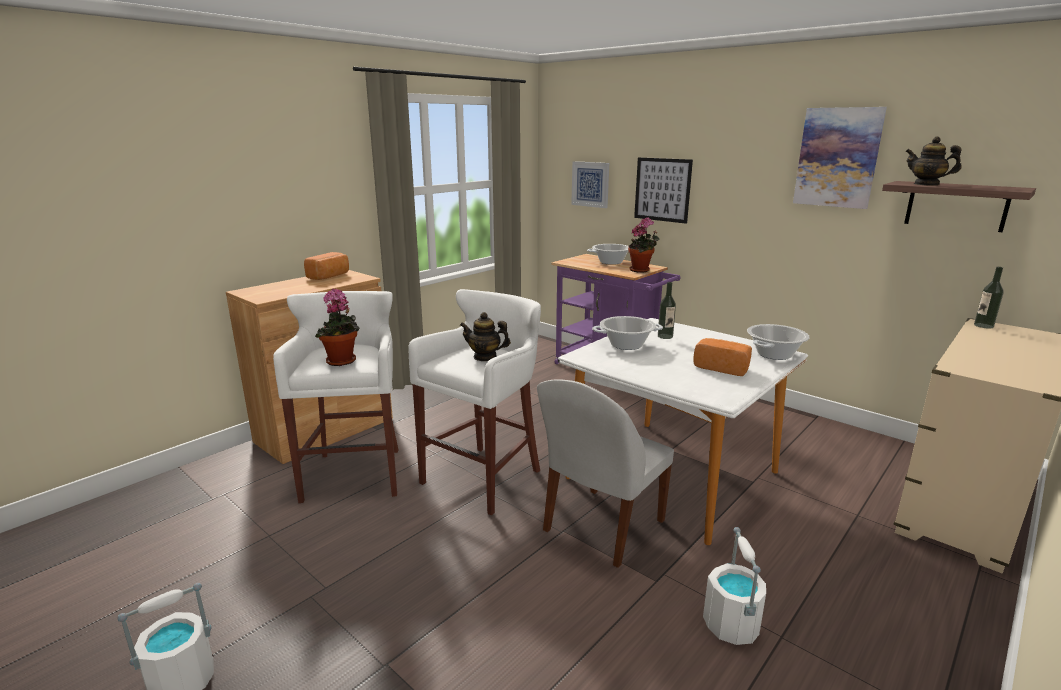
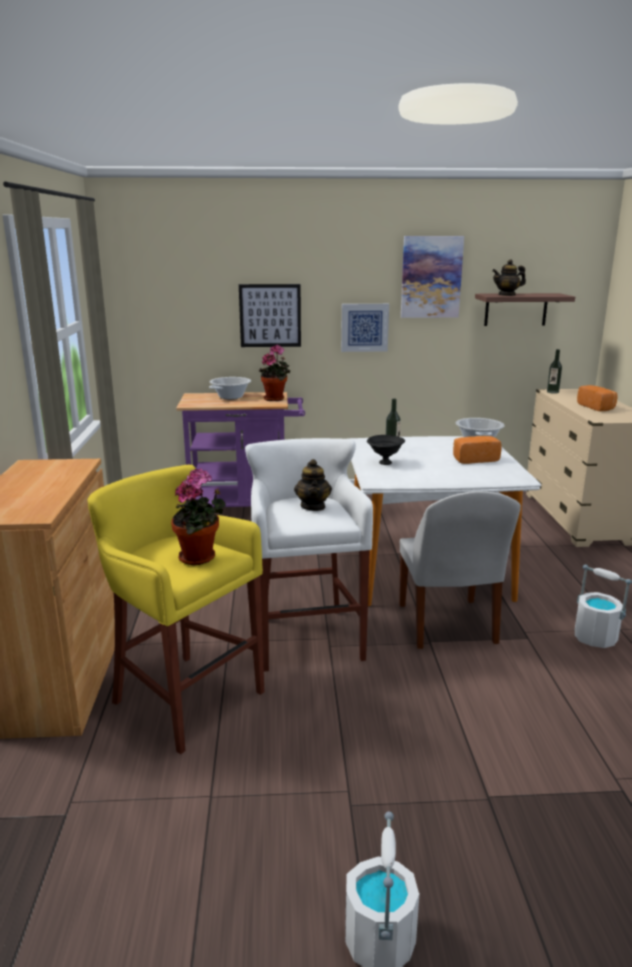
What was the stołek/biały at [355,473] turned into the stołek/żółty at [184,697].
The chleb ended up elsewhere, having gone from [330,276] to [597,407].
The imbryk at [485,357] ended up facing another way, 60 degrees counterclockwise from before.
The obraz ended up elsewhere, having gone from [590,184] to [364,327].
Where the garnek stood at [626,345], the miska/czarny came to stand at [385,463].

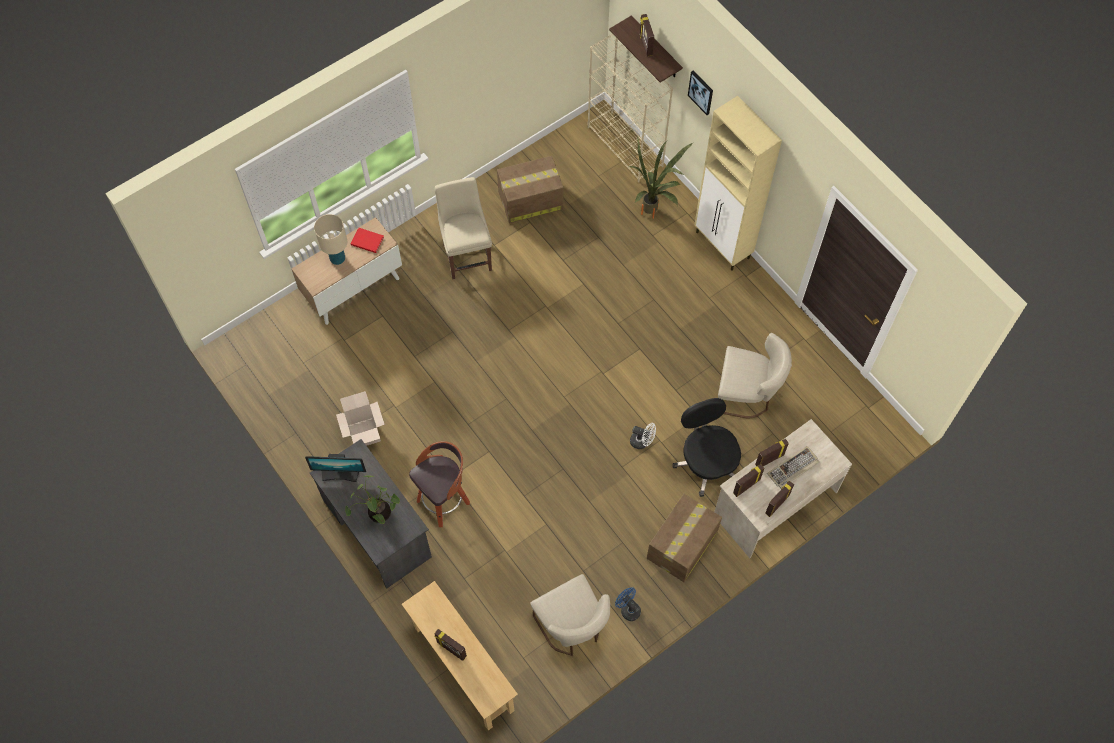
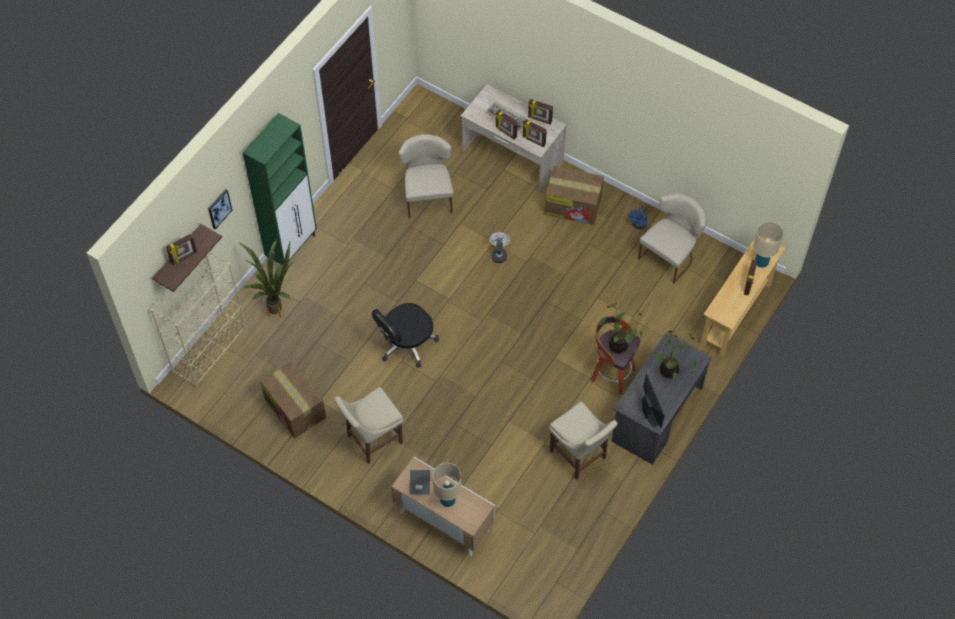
Where the karton stood at [364,433], the krzesło/beżowy came to stand at [579,457].
What was the książka/czerwony at [367,240] turned into the książka/szary at [419,483].
The krzesło biurowe/czarny ended up elsewhere, having gone from [706,462] to [406,344].
What was the szafka/beżowy at [723,246] turned into the szafka/zielony at [292,248].
The second view gained the roślina doniczkowa at [619,344].
The second view gained the lampa stołowa/beżowy at [761,262].

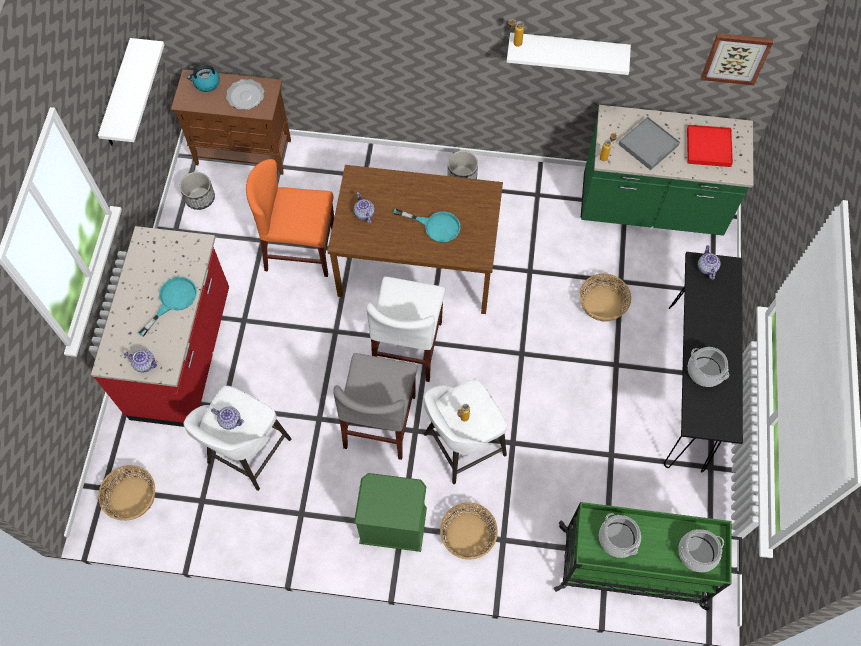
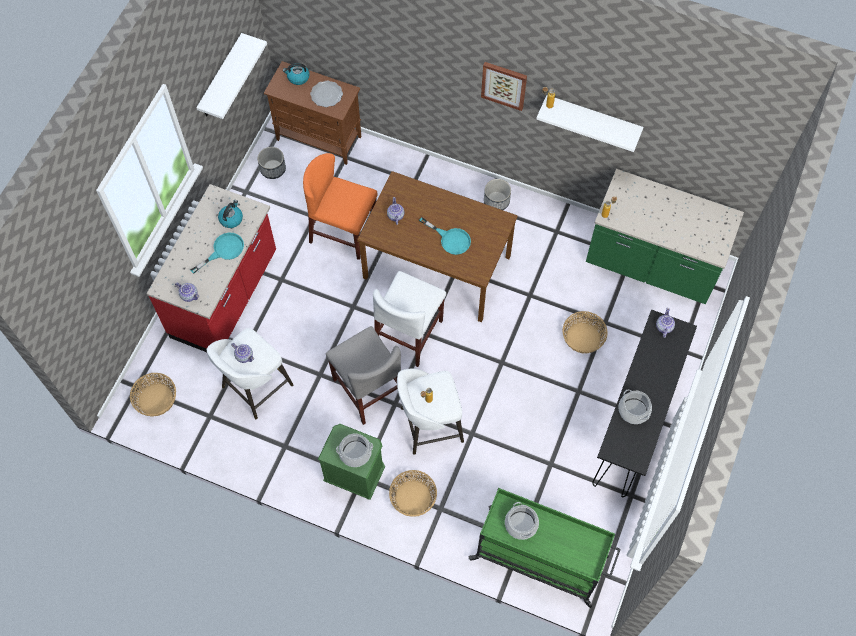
The krzesło/szary at [380,421] ended up facing another way, 60 degrees counterclockwise from before.
The second view lost the taca/szary at [648,145].
The garnek ended up elsewhere, having gone from [697,553] to [355,453].
The second view lost the taca/czerwony at [708,147].
The obraz ended up elsewhere, having gone from [736,57] to [504,85].
The second view gained the czajnik at [231,219].

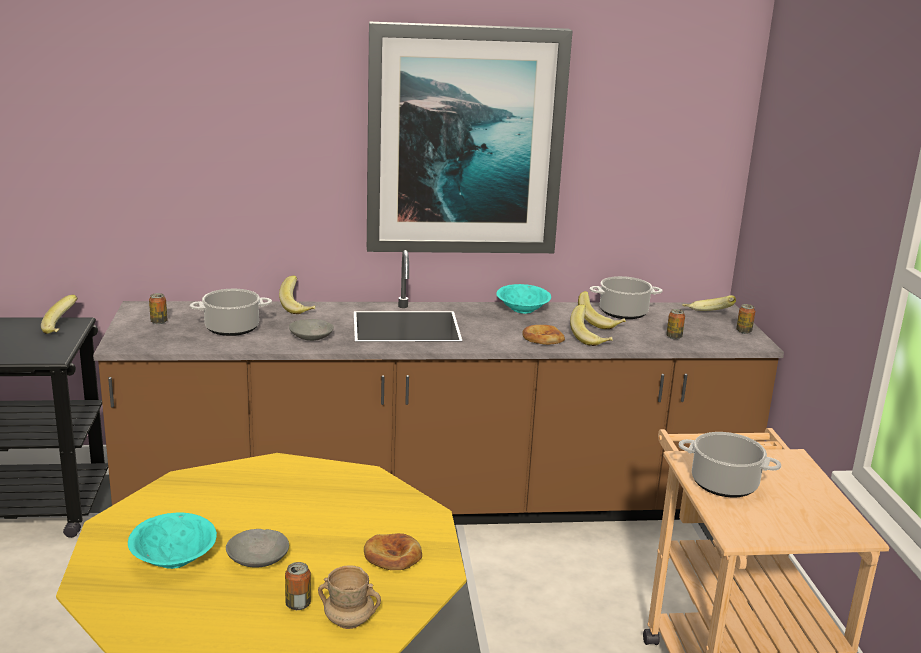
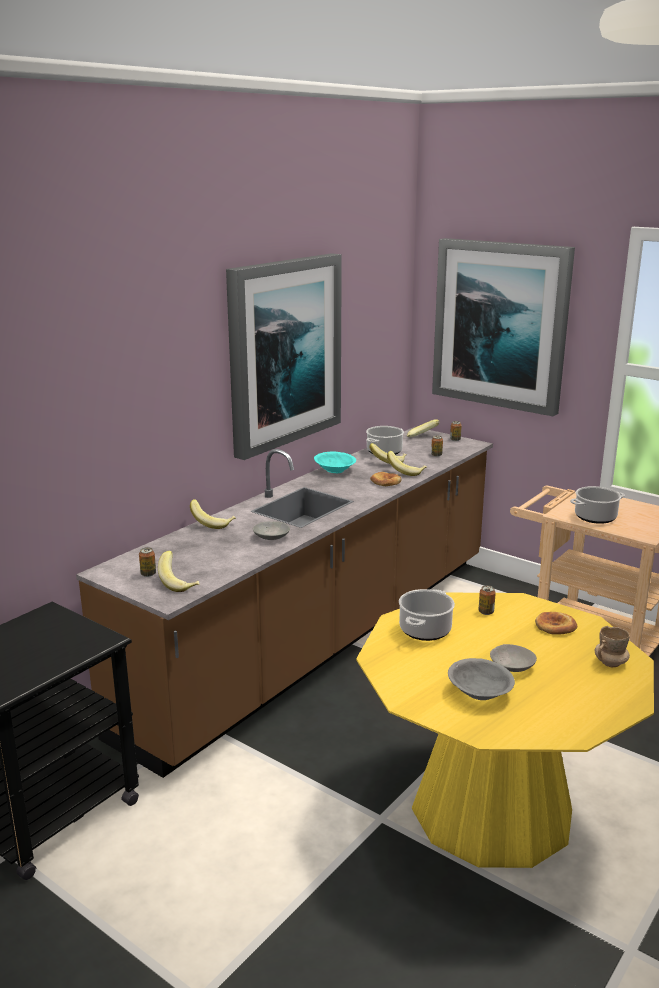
The banan ended up elsewhere, having gone from [63,328] to [180,583].
What was the miska/turkusowy at [174,558] turned into the miska/szary at [479,692].
The garnek ended up elsewhere, having gone from [231,328] to [425,630].
The puszka ended up elsewhere, having gone from [298,604] to [486,612].
The second view gained the obraz at [501,325].

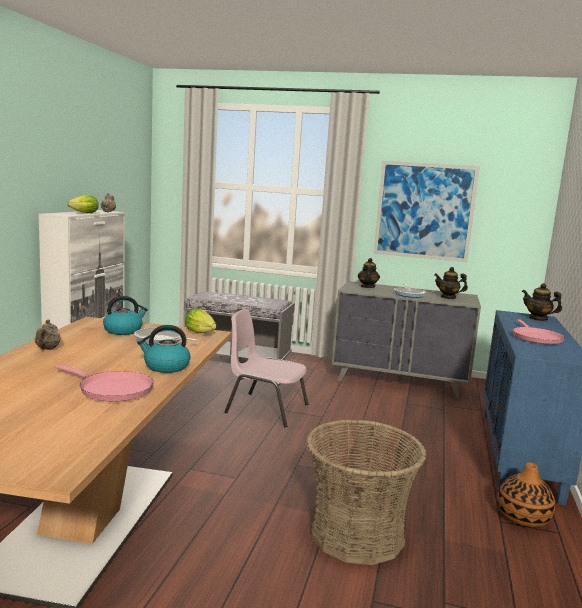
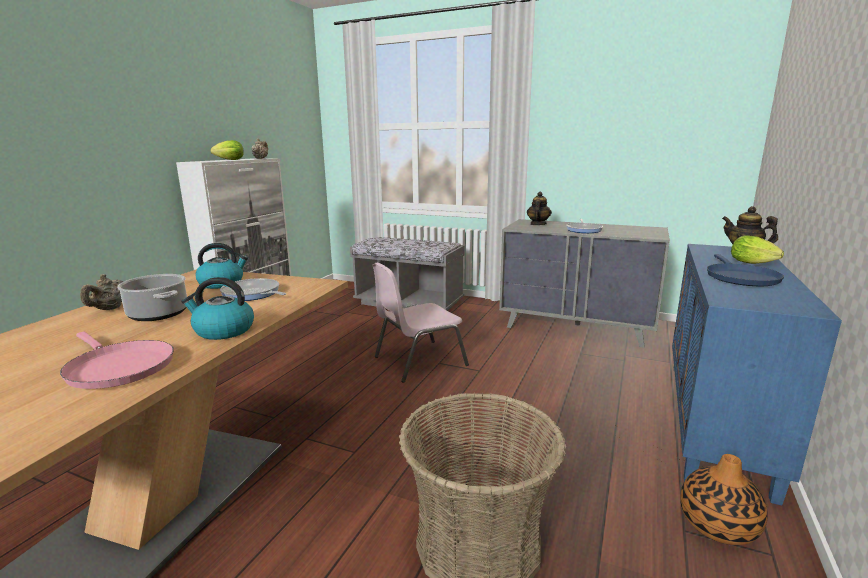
The sałata ended up elsewhere, having gone from [201,333] to [754,264].
The krzesło/różowy at [265,408] ended up facing another way, 60 degrees counterclockwise from before.
The second view lost the obraz at [424,211].
The second view lost the imbryk at [448,297].
What was the patelnia/różowy at [535,337] turned into the patelnia/niebieski at [740,277].
The second view gained the garnek at [159,314].

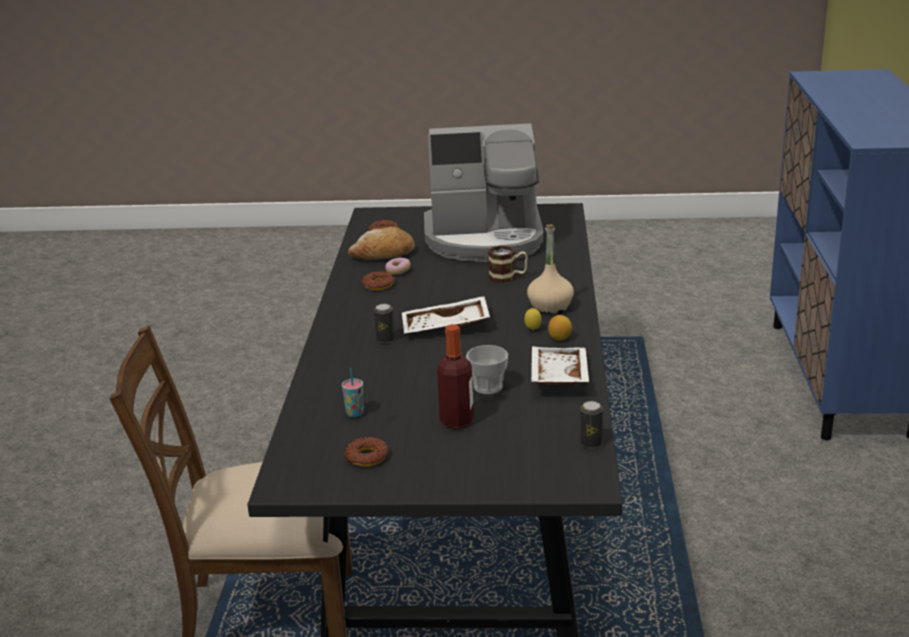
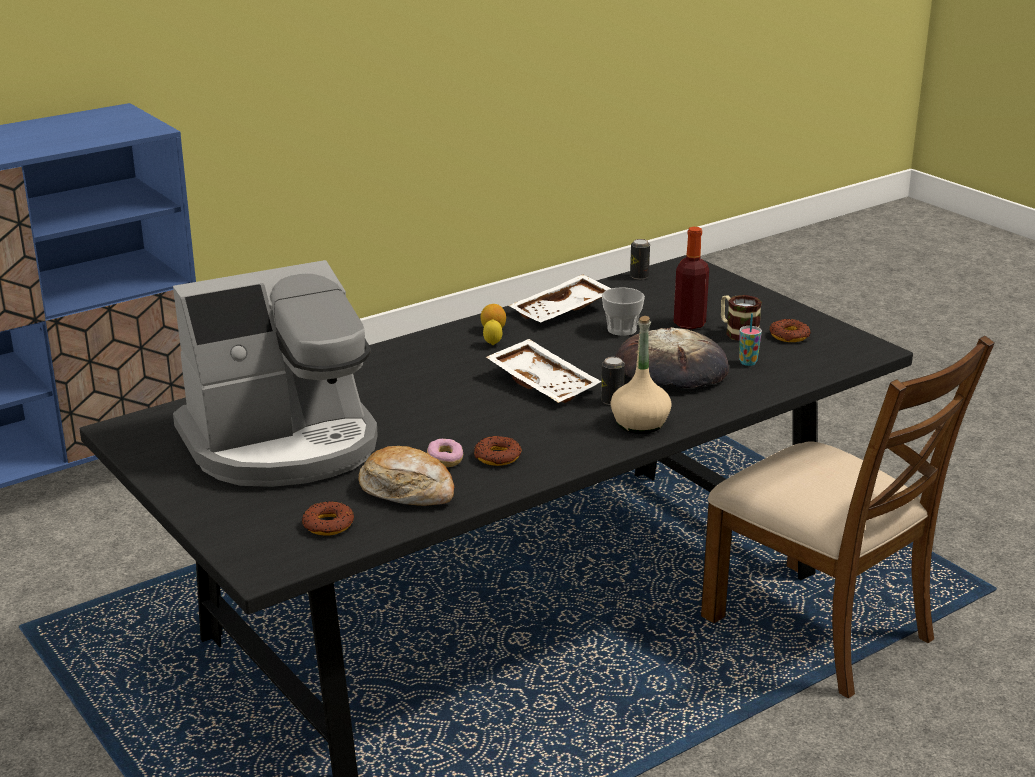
The ekspres do kawy at [485,239] ended up facing another way, 105 degrees clockwise from before.
The kubek ended up elsewhere, having gone from [508,277] to [737,332].
The butelka/beżowy ended up elsewhere, having gone from [550,307] to [640,424].
The second view gained the chleb at [671,370].

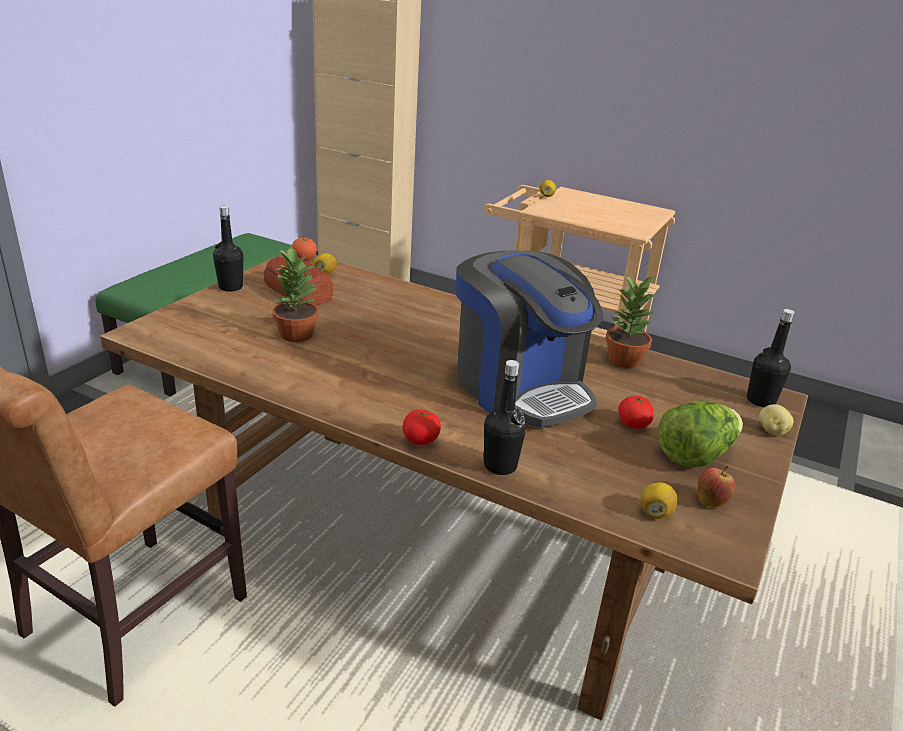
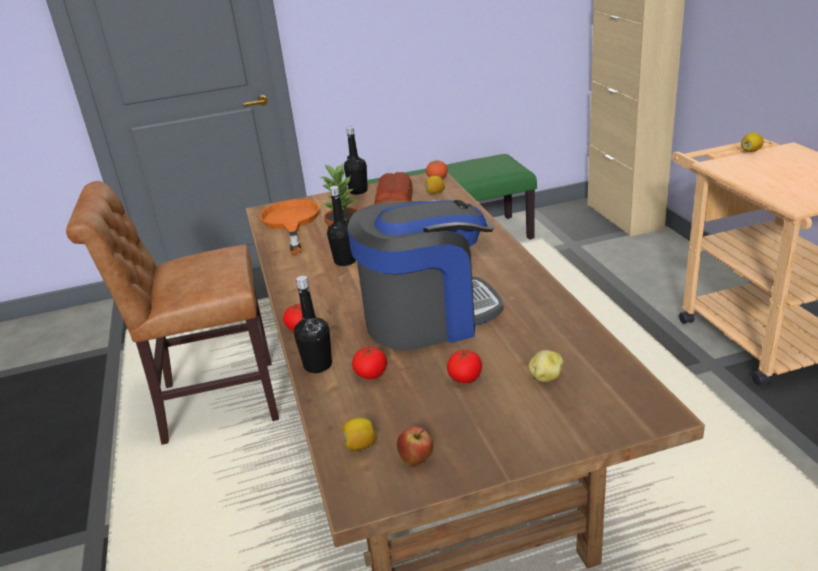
The ekspres do kawy at [520,387] ended up facing another way, 120 degrees counterclockwise from before.
The second view lost the roślina doniczkowa at [625,361].
The second view lost the sałata at [695,455].
The butelka/czarny ended up elsewhere, having gone from [760,400] to [345,261].
The ziemniak ended up elsewhere, having gone from [771,431] to [545,377].
The second view gained the patelnia/pomarańczowy at [291,222].
The second view gained the pomidor at [371,374].

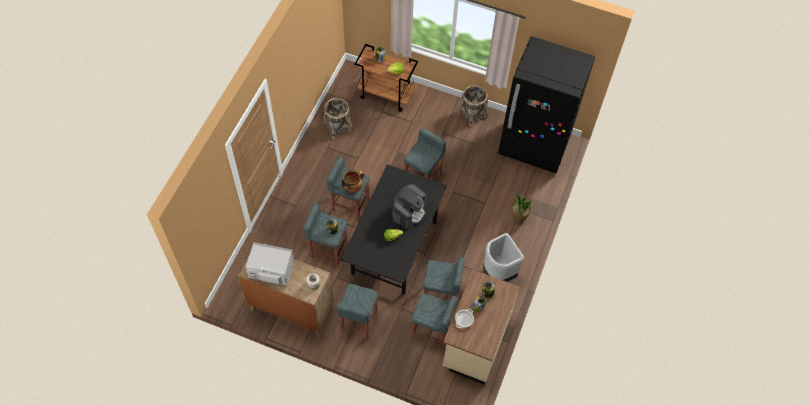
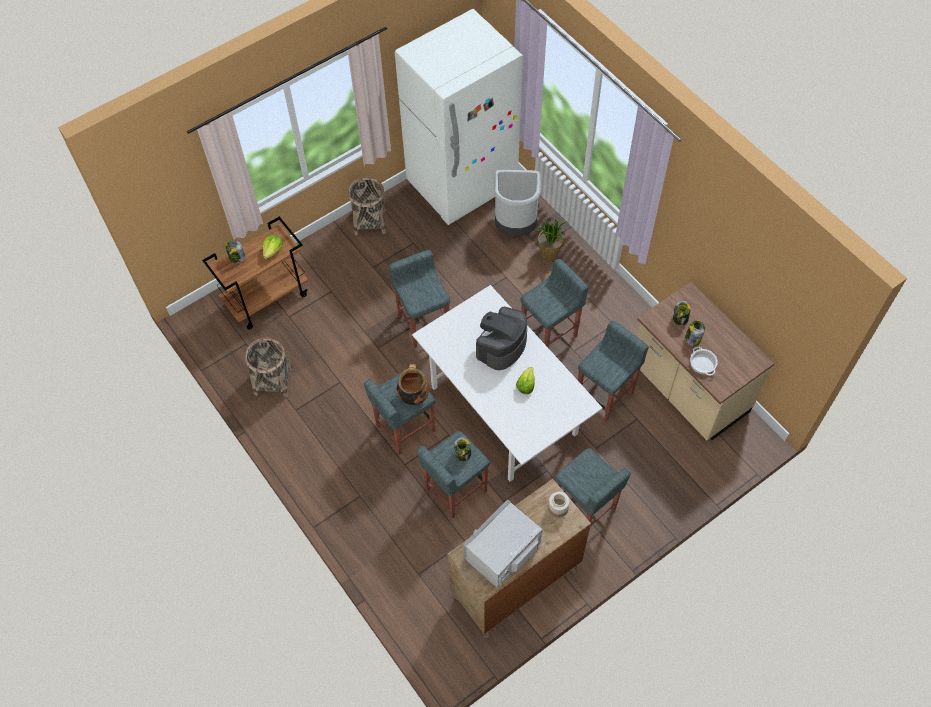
What was the stół jadalny/czarny at [394,247] turned into the stół jadalny/biały at [502,410].
The ekspres do kawy at [409,211] ended up facing another way, 120 degrees counterclockwise from before.
The stołek/szary ended up elsewhere, having gone from [431,331] to [550,334].
The kosz na śmieci/szary ended up elsewhere, having gone from [498,273] to [515,227].
What was the lodówka/czarny at [534,146] turned into the lodówka/biały at [462,184].

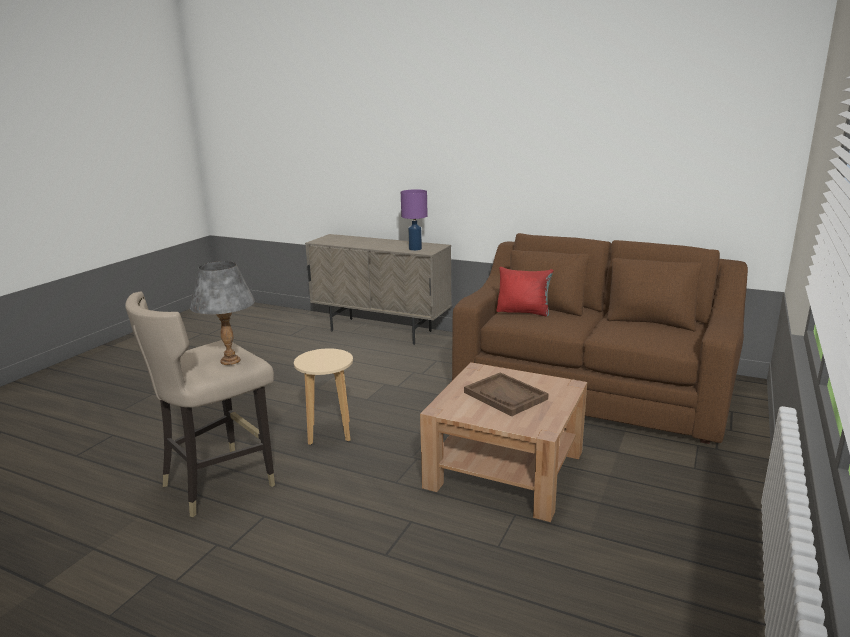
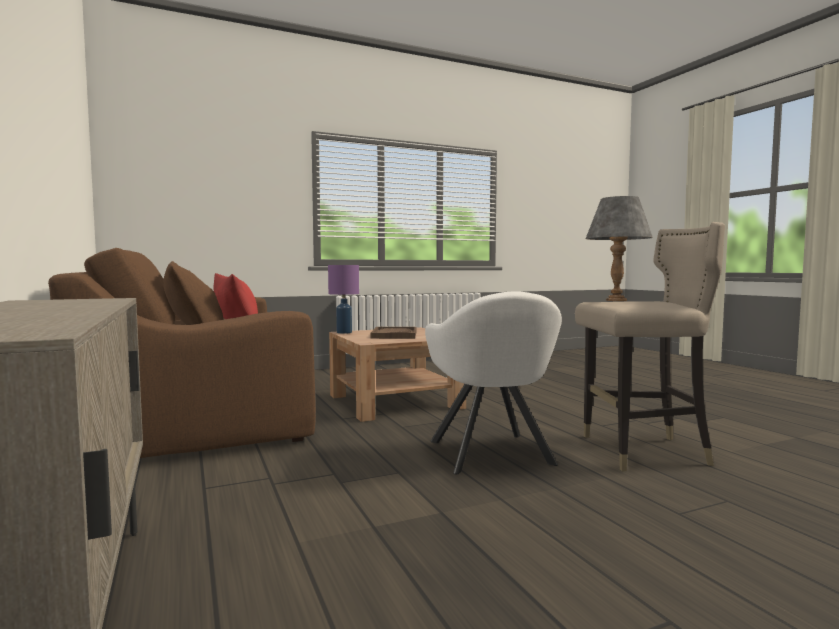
Where the stołek/beżowy stood at [329,433], the fotel/biały came to stand at [492,455].
The lampa stołowa/fioletowy ended up elsewhere, having gone from [415,249] to [344,332].

